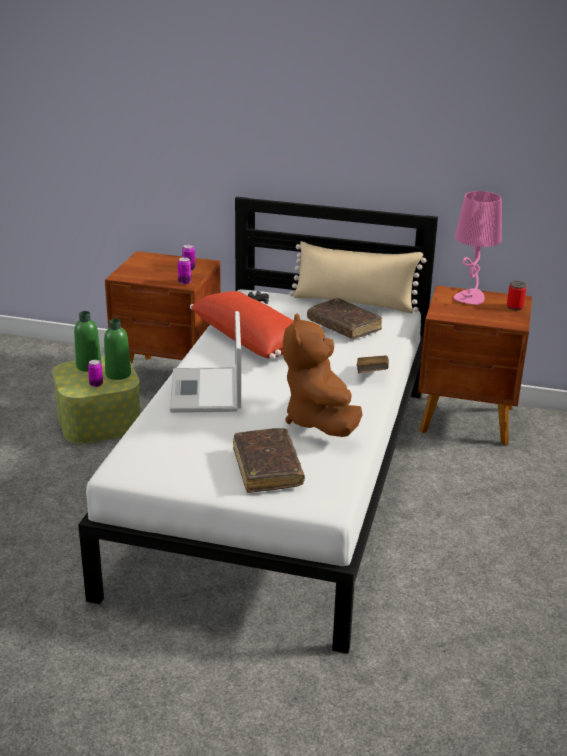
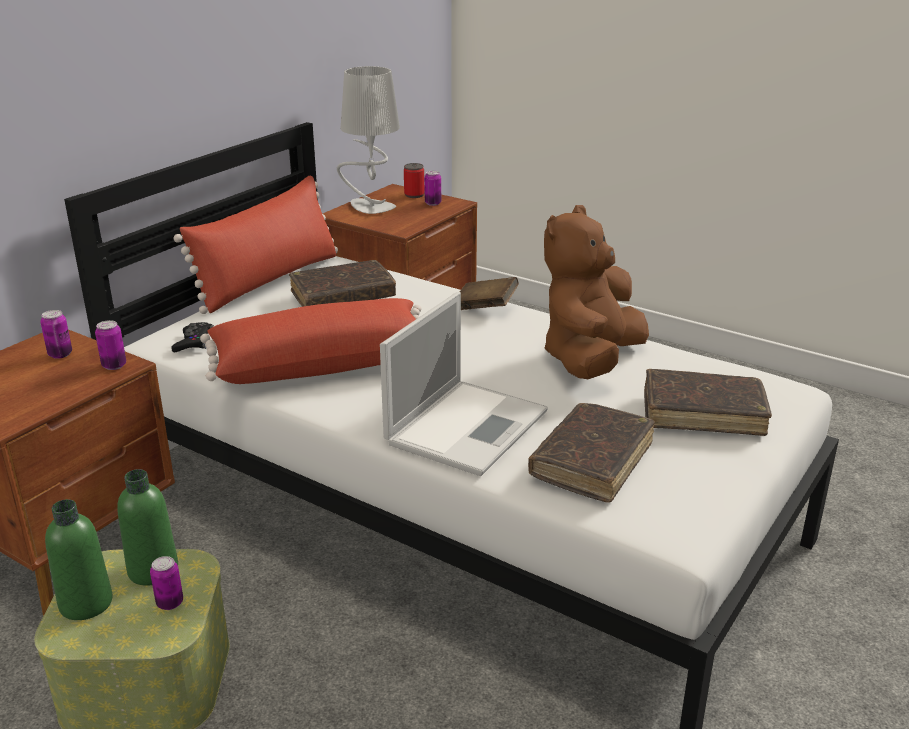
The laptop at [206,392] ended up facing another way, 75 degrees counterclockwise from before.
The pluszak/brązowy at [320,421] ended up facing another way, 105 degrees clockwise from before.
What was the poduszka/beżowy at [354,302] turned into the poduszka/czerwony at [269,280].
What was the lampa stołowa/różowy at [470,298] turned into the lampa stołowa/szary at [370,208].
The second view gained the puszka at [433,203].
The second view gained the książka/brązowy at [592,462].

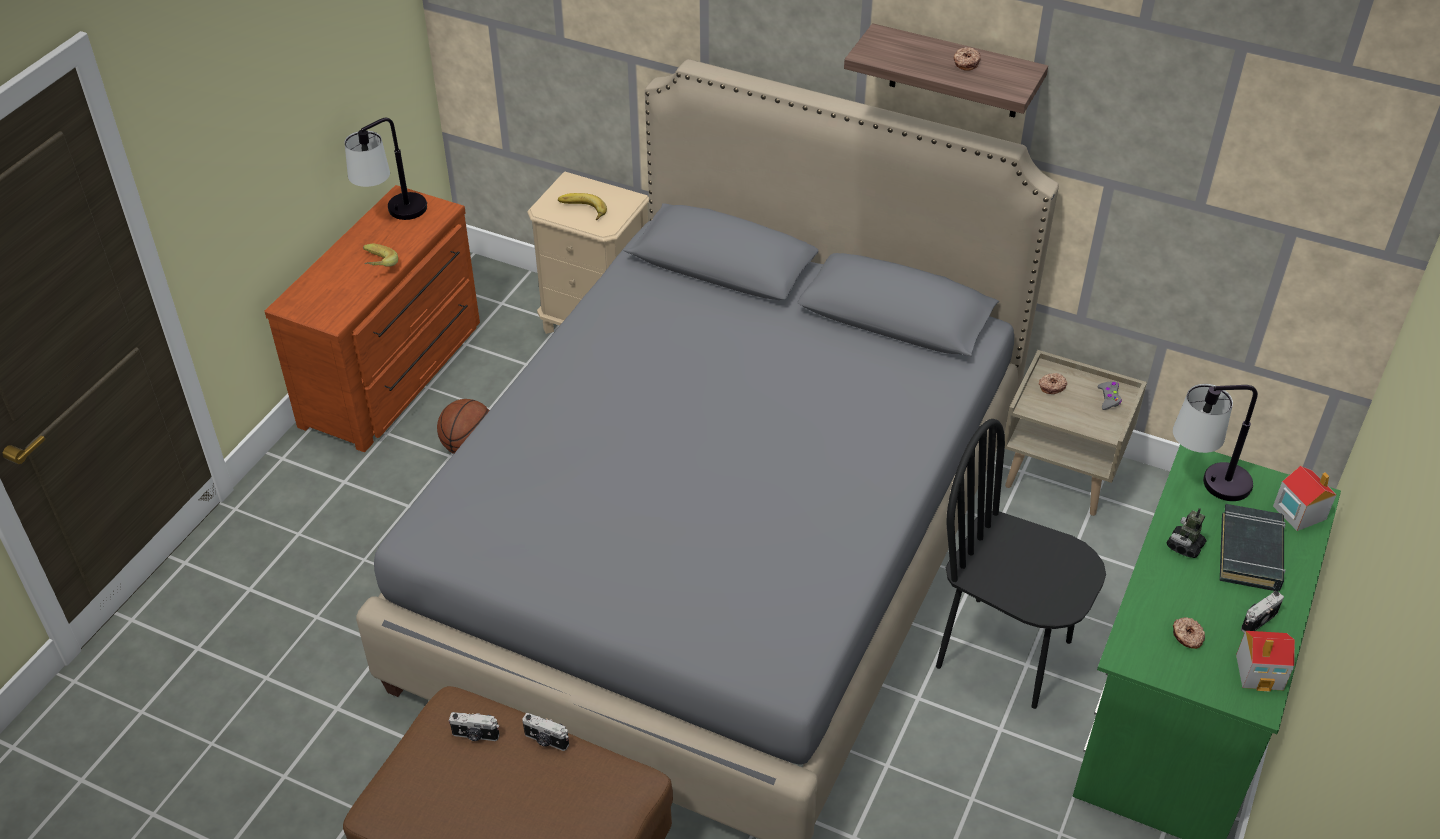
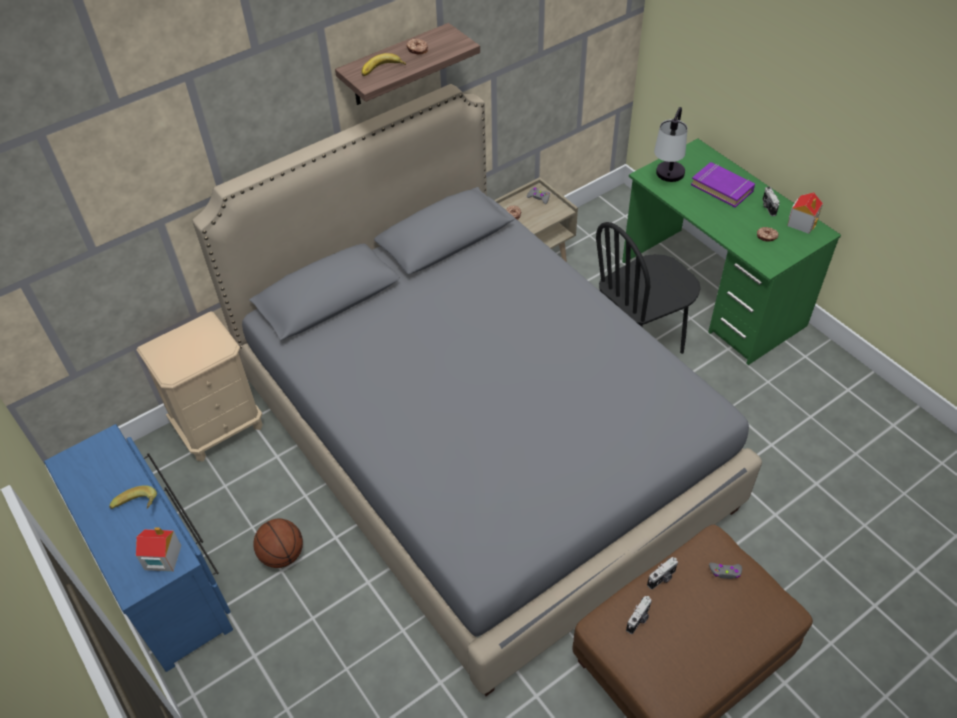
What was the komoda/brązowy at [396,374] turned into the komoda/niebieski at [164,576].
The second view lost the lampa stołowa at [394,217].
The banan ended up elsewhere, having gone from [581,210] to [383,70].
The second view lost the robot zabawkowy at [1184,546].
What was the książka/czarny at [1250,553] turned into the książka/fioletowy at [722,188].
The domek ended up elsewhere, having gone from [1298,512] to [162,557].
The second view gained the pad do gier/szary at [725,572].

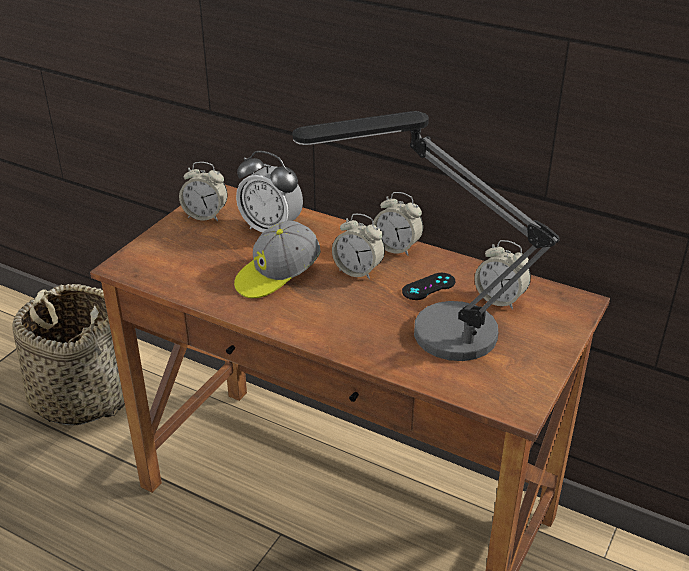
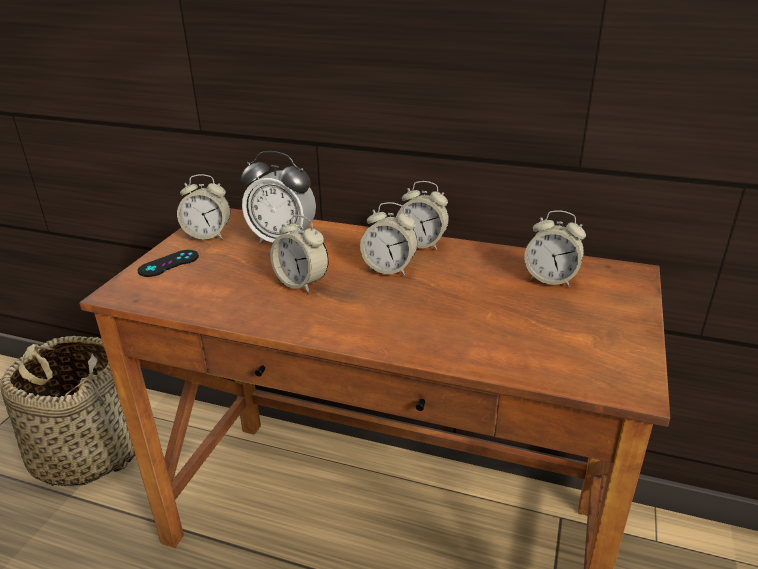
Where the czapka z daszkiem stood at [277,276], the budzik came to stand at [301,283].
The second view lost the lampa stołowa at [429,336].
The pad do gier/czarny ended up elsewhere, having gone from [428,287] to [168,263].

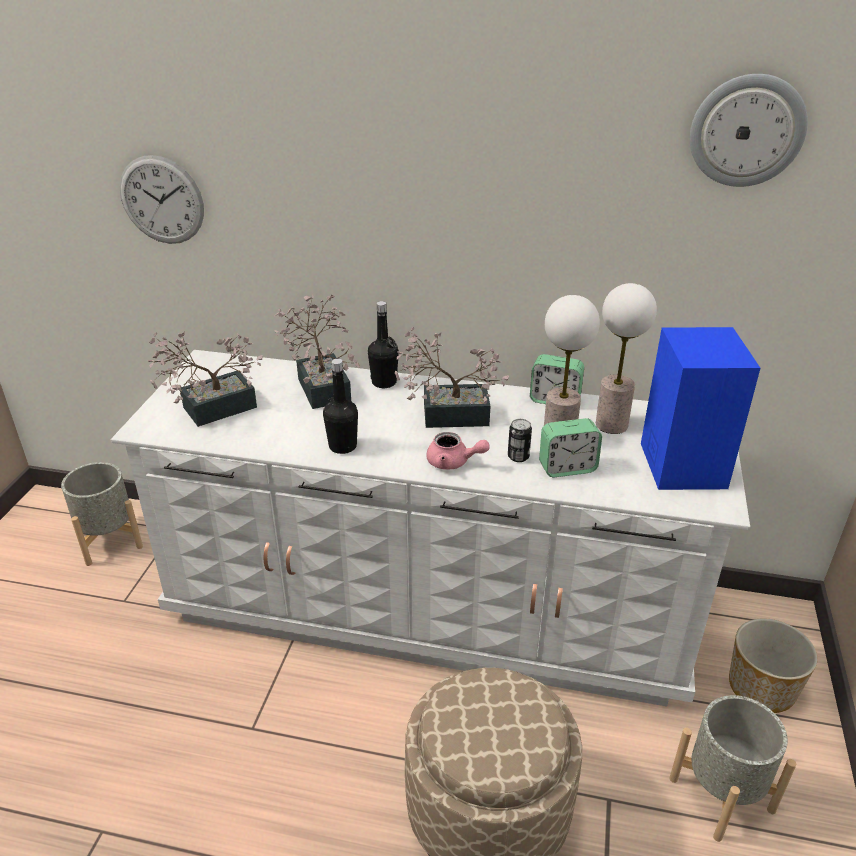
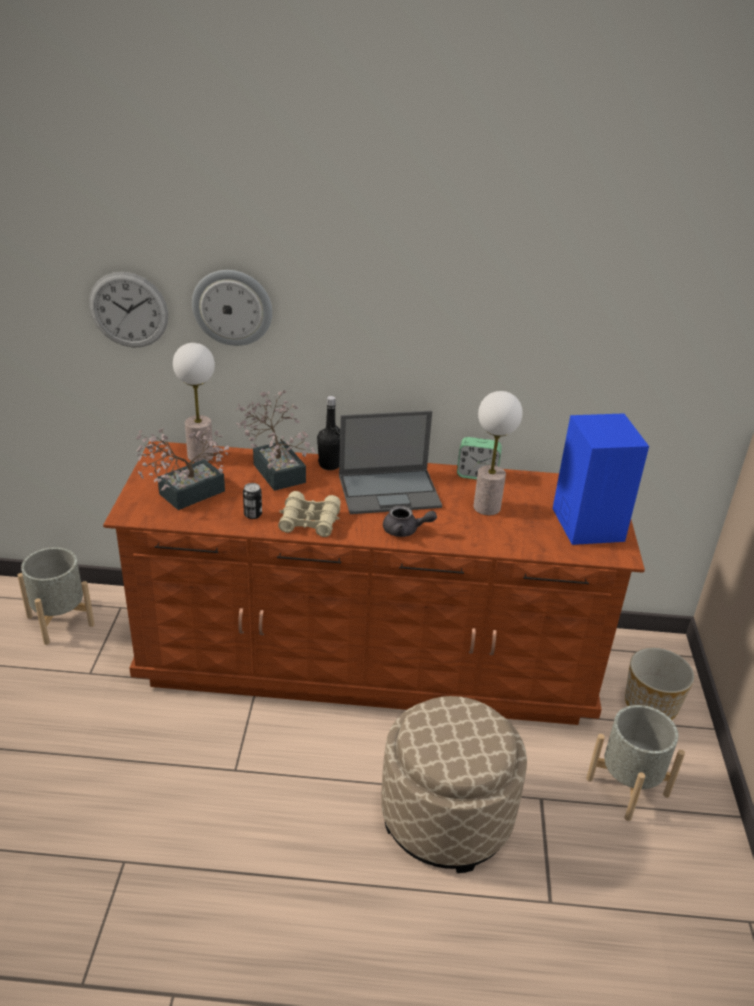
What was the komoda/biały at [428,605] turned into the komoda/brązowy at [368,659].
Where the butelka/czarny stood at [342,446], the lornetka/beżowy came to stand at [309,521].
Where the roślina doniczkowa stood at [447,415], the laptop came to stand at [390,491].
What was the imbryk/różowy at [453,462] turned into the imbryk/szary at [405,531].
The puszka ended up elsewhere, having gone from [518,456] to [253,514].
The second view lost the budzik at [567,468].
The lampa stołowa ended up elsewhere, having gone from [611,425] to [200,456].
The zegar ścienny ended up elsewhere, having gone from [747,131] to [232,307].

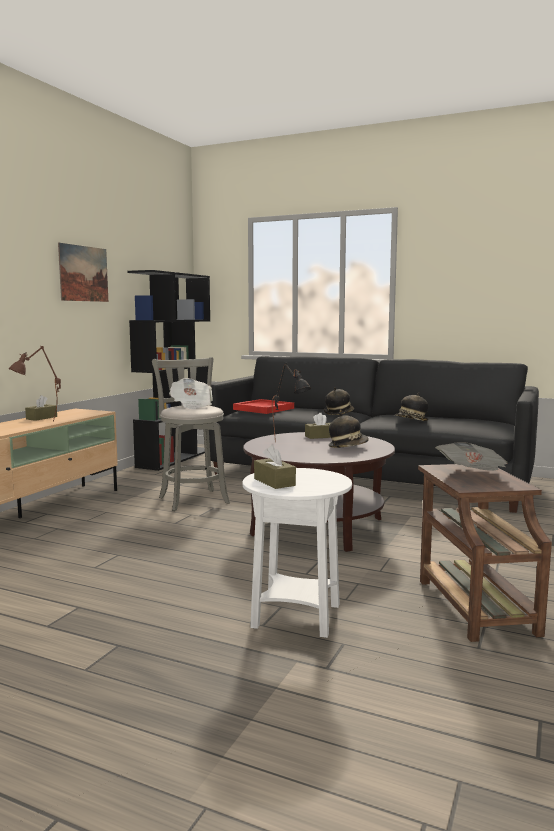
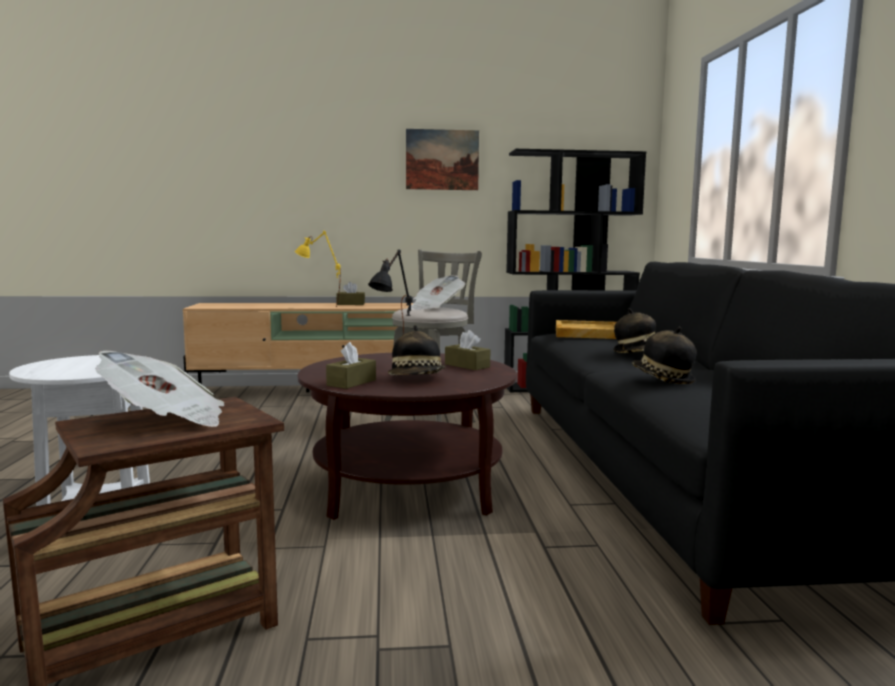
What was the lampa stołowa/brązowy at [38,424] turned into the lampa stołowa/żółty at [318,307].
What was the taca/czerwony at [263,409] turned into the taca/beżowy at [587,333].
The pudełko chusteczek/brązowy ended up elsewhere, having gone from [274,482] to [351,382].

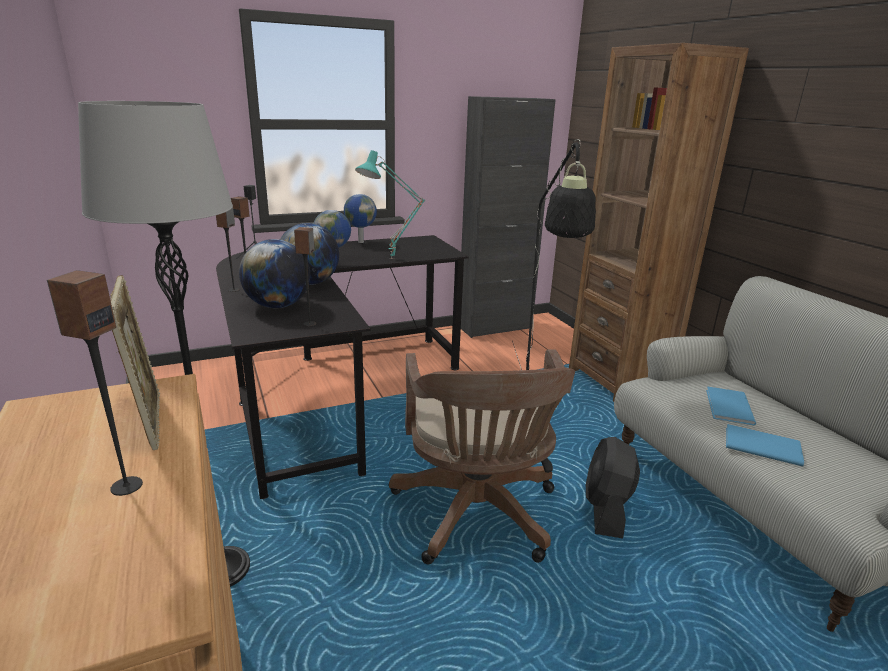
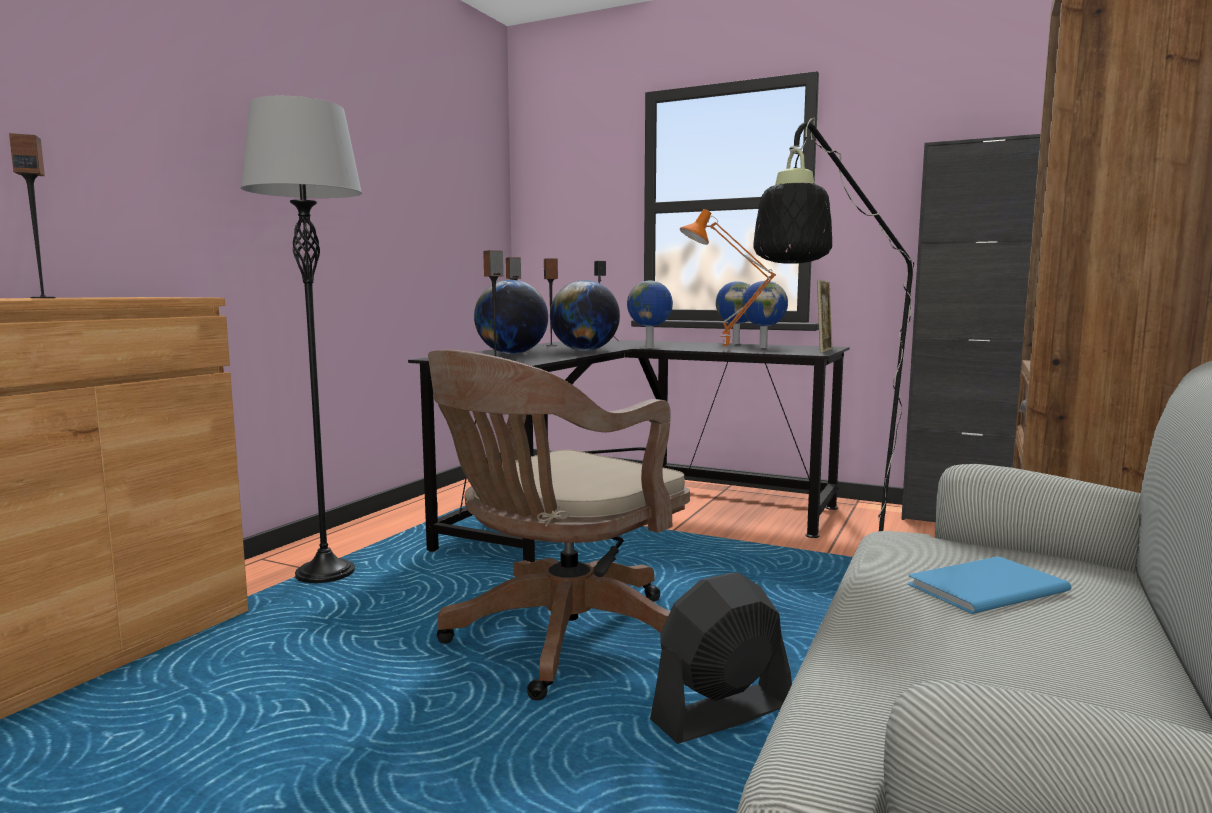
The ramka na zdjęcie ended up elsewhere, having gone from [150,420] to [823,351].
What was the lampa stołowa/turkusowy at [393,259] turned into the lampa stołowa/pomarańczowy at [724,350].
The second view lost the książka/niebieski at [760,445].
The second view gained the globus at [763,347].

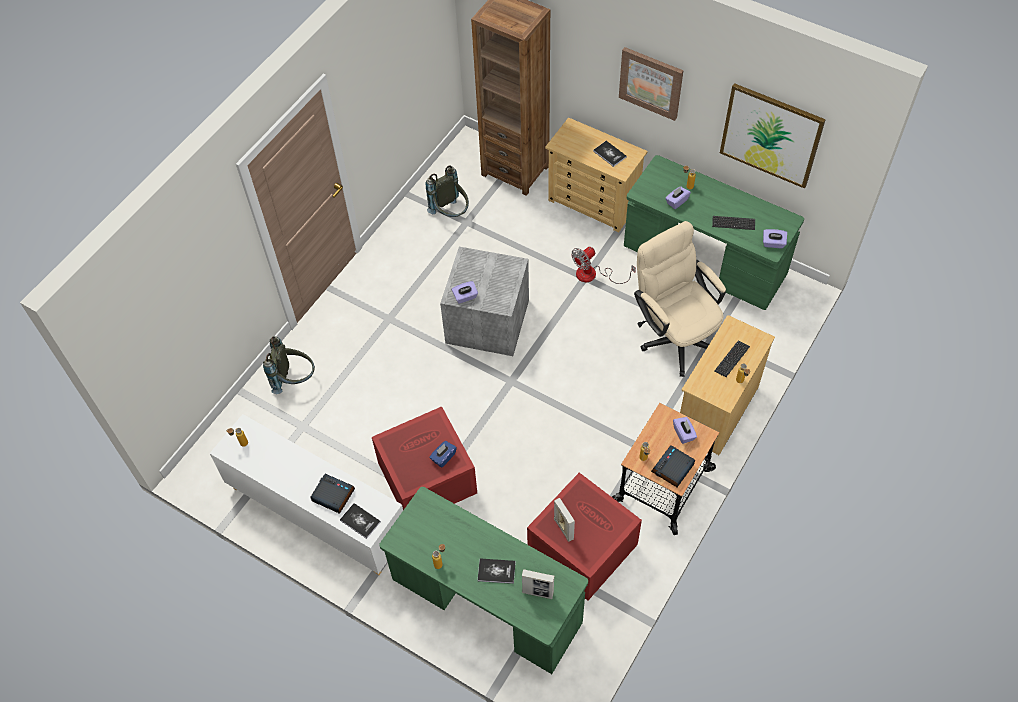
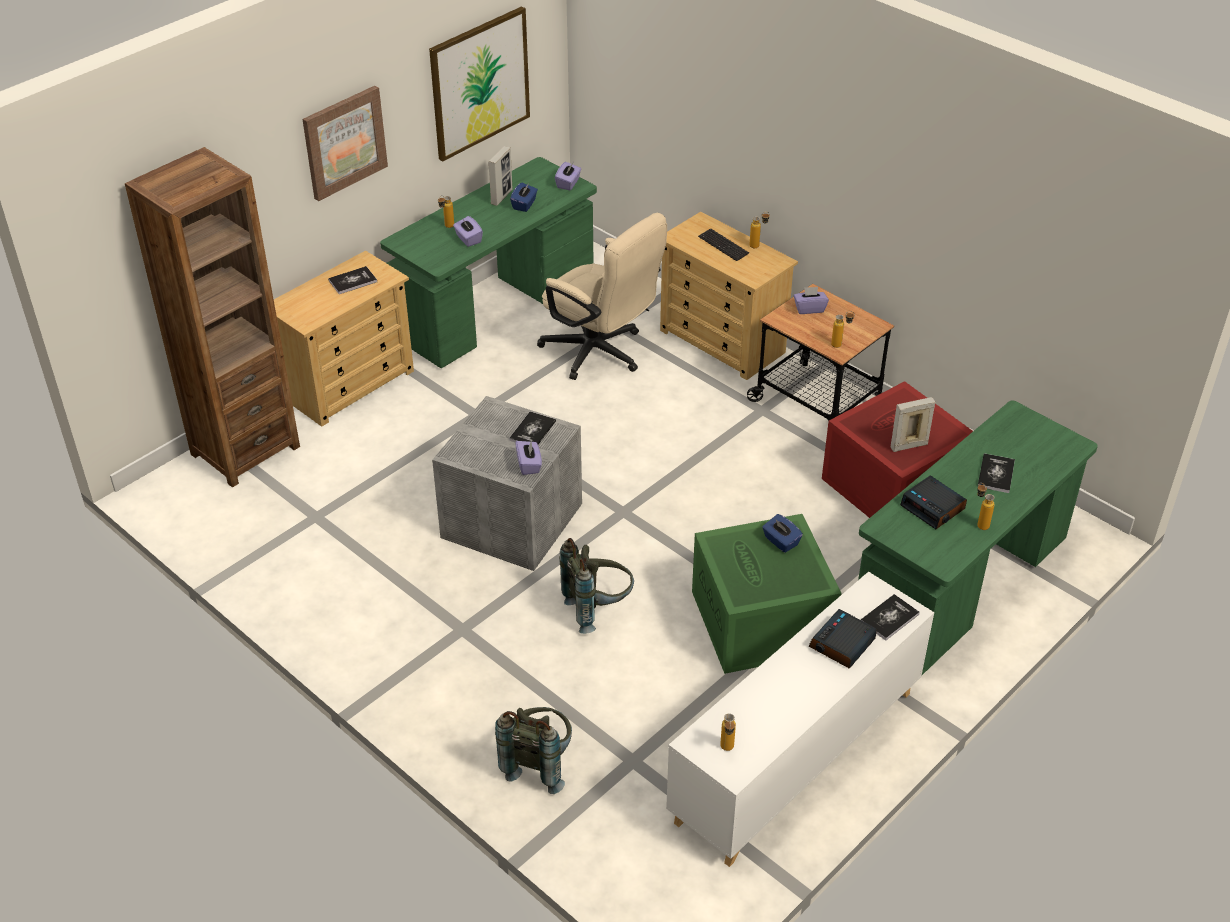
What was the pojemnik do przechowywania/czerwony at [426,479] turned into the pojemnik do przechowywania/zielony at [763,622].
The plecak/szary ended up elsewhere, having gone from [451,213] to [598,608].
The ramka na zdjęcie ended up elsewhere, having gone from [538,593] to [501,197].
The second view lost the wentylator at [593,275].
The krzesło biurowe/beżowy at [674,335] ended up facing another way, 120 degrees counterclockwise from before.
The budzik ended up elsewhere, having gone from [672,469] to [933,507].
Where the klawiatura stood at [733,223], the pudełko chusteczek/niebieski came to stand at [524,205].
The second view gained the książka at [532,431].

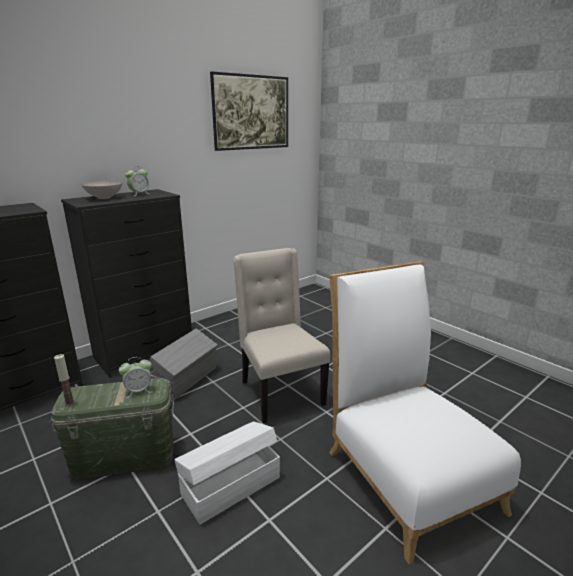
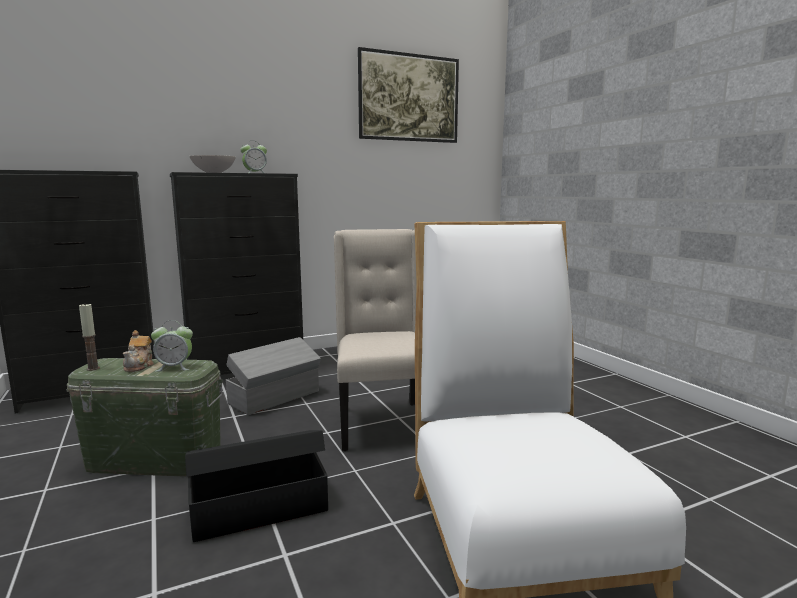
What was the pojemnik do przechowywania/biały at [229,485] turned into the pojemnik do przechowywania/czarny at [258,508].
The second view gained the imbryk at [140,366].

